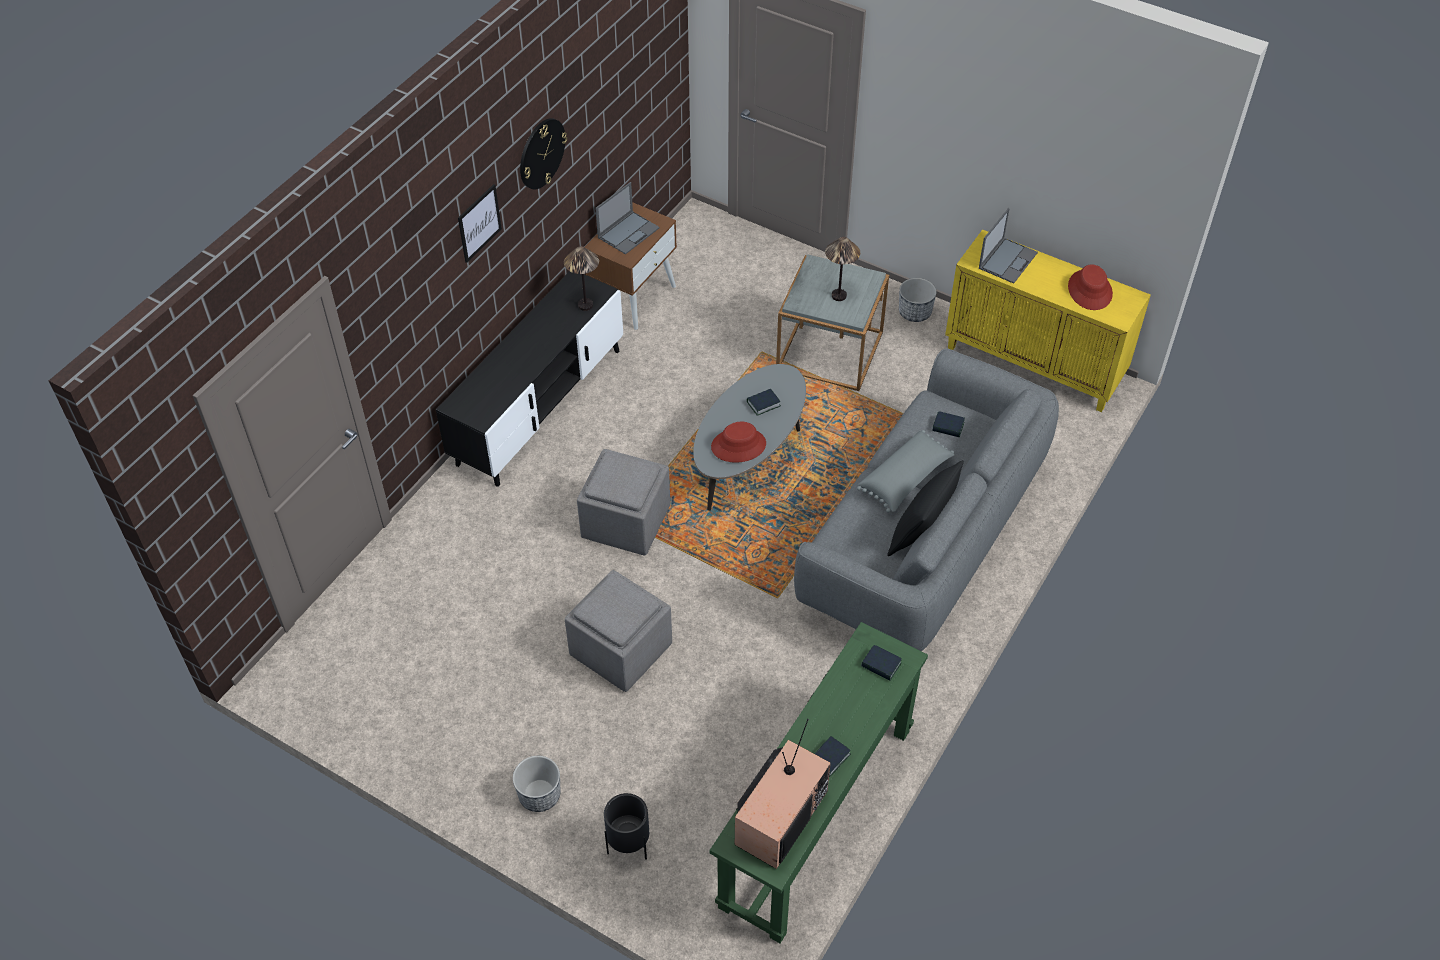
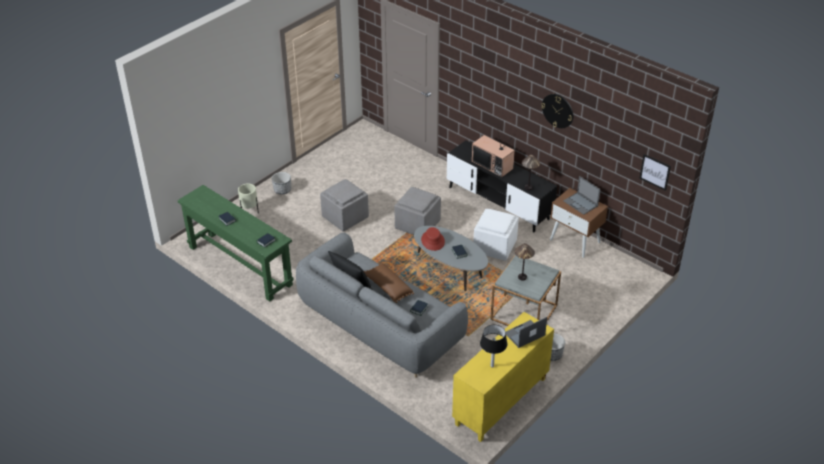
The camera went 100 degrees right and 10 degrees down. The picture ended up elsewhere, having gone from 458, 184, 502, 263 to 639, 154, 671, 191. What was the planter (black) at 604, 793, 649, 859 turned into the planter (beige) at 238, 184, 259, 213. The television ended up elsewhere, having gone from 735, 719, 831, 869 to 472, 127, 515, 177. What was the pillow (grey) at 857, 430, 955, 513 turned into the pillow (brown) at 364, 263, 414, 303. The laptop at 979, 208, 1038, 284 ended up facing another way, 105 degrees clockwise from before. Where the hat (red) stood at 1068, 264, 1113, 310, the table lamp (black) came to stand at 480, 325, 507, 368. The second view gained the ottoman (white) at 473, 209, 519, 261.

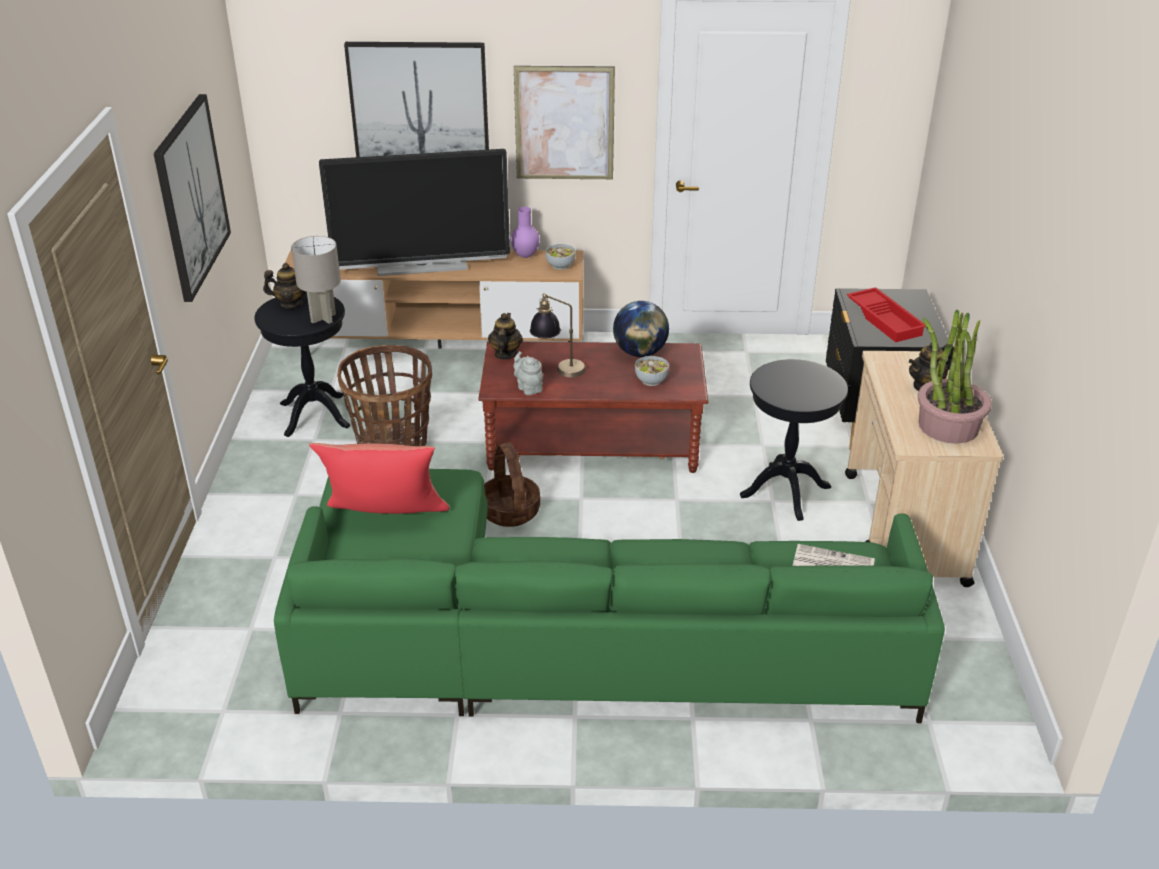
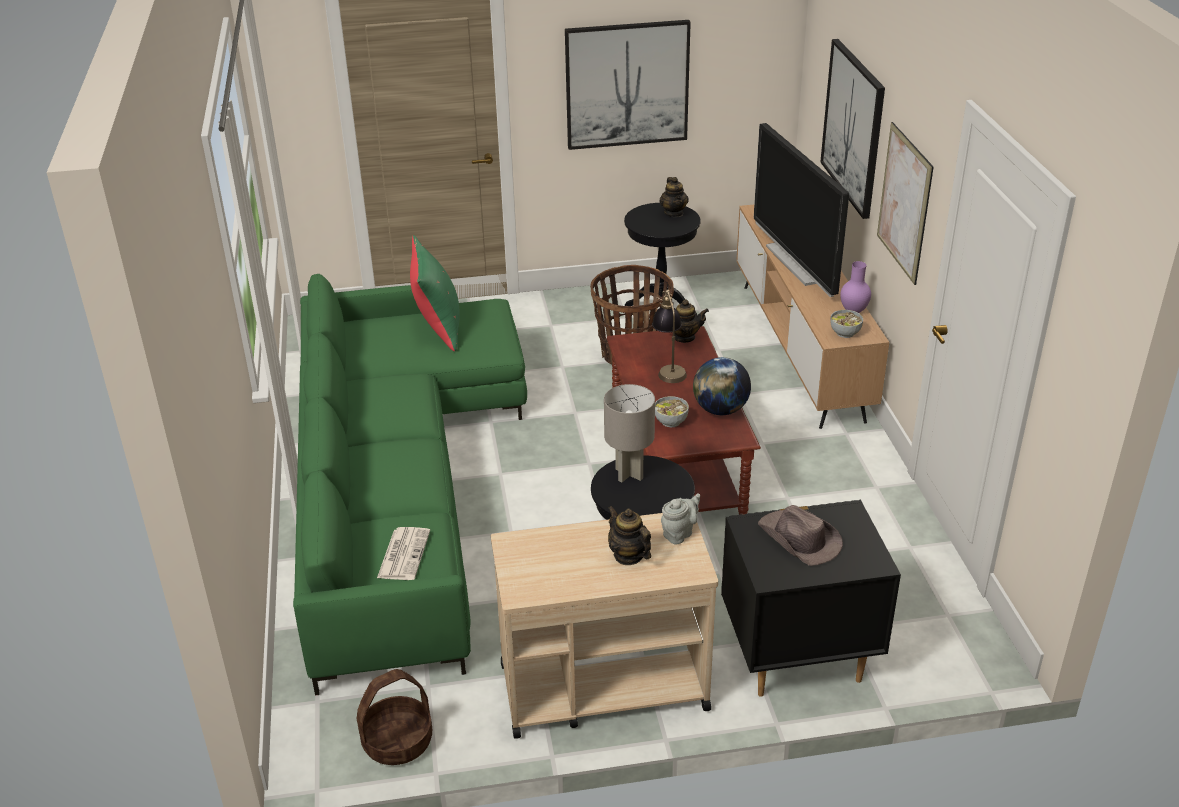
The camera went 80 degrees right and 0 degrees up. The table lamp (grey) ended up elsewhere, having gone from 291, 236, 341, 324 to 604, 384, 655, 482. What was the pillow (red) at 309, 443, 450, 514 turned into the pillow (green) at 410, 235, 460, 351. The basket ended up elsewhere, having gone from 484, 442, 540, 527 to 357, 669, 432, 765. The teapot (grey) ended up elsewhere, having gone from 514, 351, 543, 395 to 661, 493, 700, 544. Where the tray (red) stood at 847, 287, 926, 342, the hat (brown) came to stand at 758, 505, 843, 566. The second view lost the potted plant at 918, 309, 992, 444.

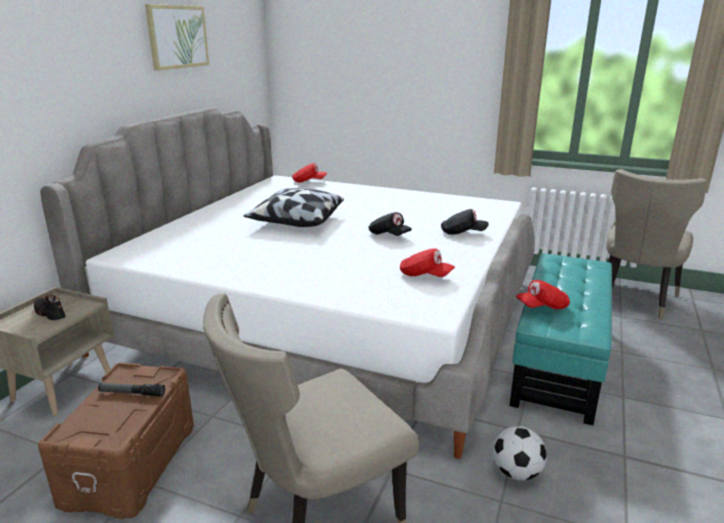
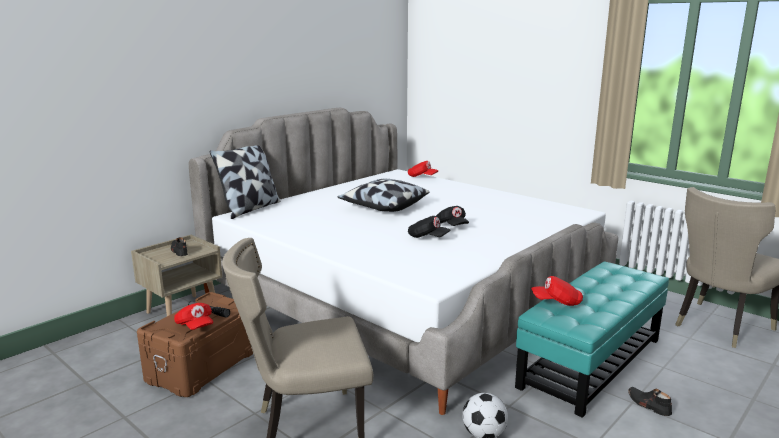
The camera went 20 degrees right and 5 degrees down. The second view lost the picture at 145, 4, 209, 71. The cap (red) ended up elsewhere, having gone from 400, 248, 455, 277 to 174, 303, 213, 330. The cap (black) ended up elsewhere, having gone from 441, 209, 488, 235 to 408, 216, 450, 238. The second view gained the pillow at 209, 145, 280, 219. The second view gained the shoe (black) at 628, 387, 672, 416.

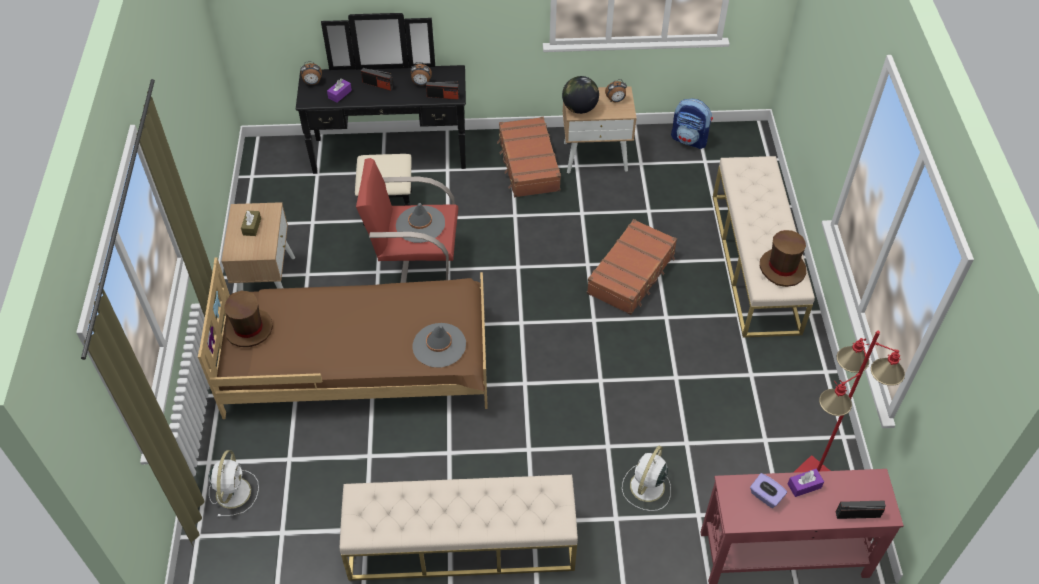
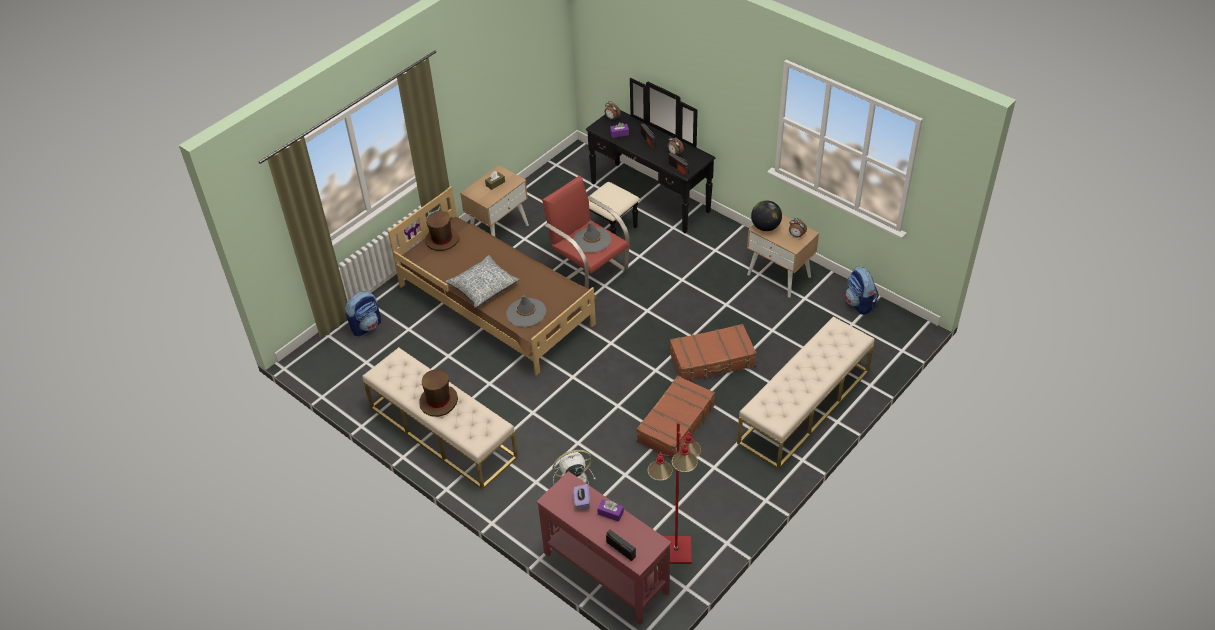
The camera went 45 degrees right and 5 degrees down. Where the fan (white) stood at 208, 450, 259, 517, the backpack came to stand at 345, 291, 381, 336. The suitcase (brown) ended up elsewhere, having gone from 497, 117, 561, 197 to 636, 376, 715, 459. The hat (brown) ended up elsewhere, having gone from 760, 230, 806, 287 to 419, 370, 458, 417. The second view gained the pillow at 445, 255, 520, 308.

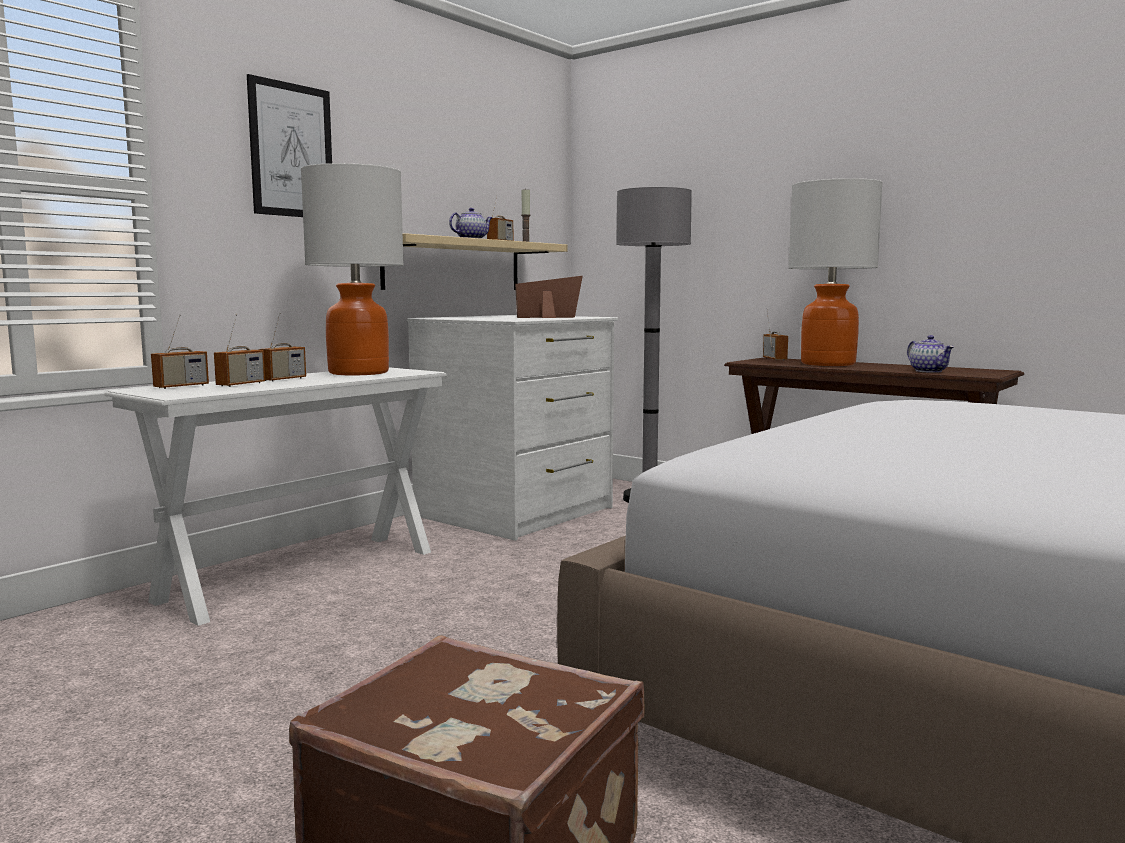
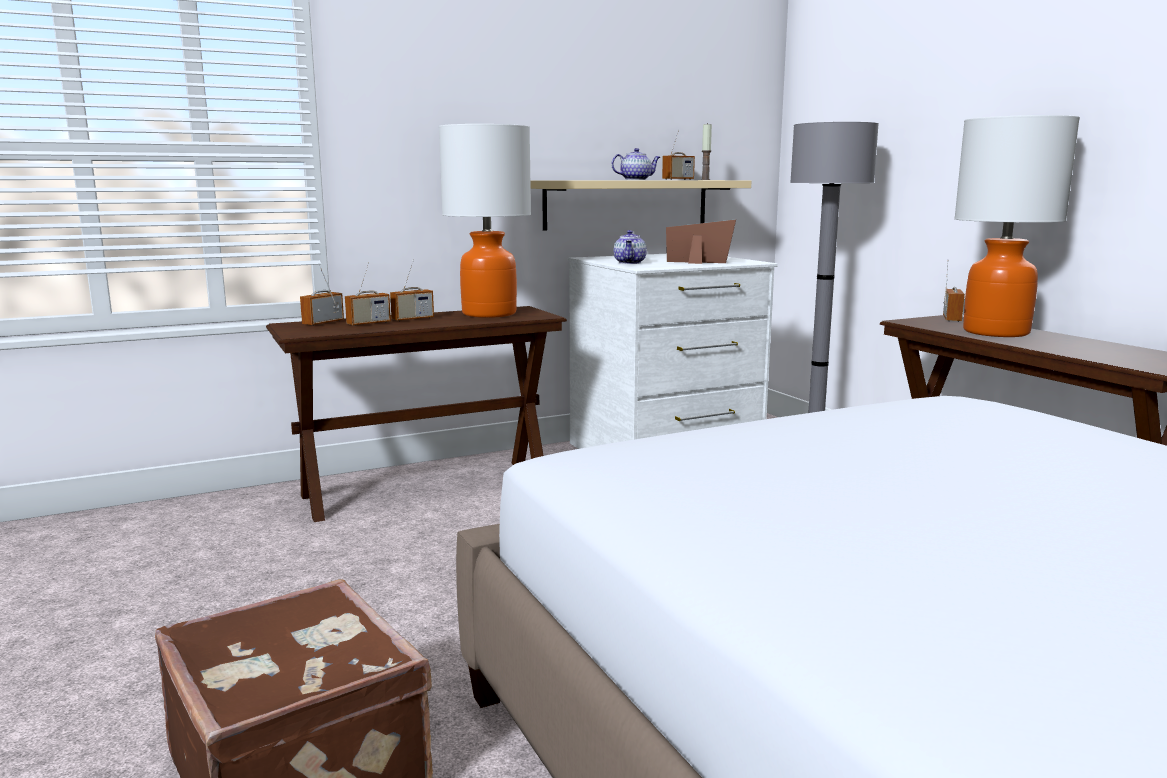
The camera went 25 degrees right and 5 degrees up. What was the console table (white) at 105, 367, 447, 626 turned into the console table (brown) at 266, 306, 567, 522. The radio at 151, 314, 209, 389 ended up facing another way, 150 degrees clockwise from before. The second view lost the picture at 247, 74, 332, 217. The teapot ended up elsewhere, having gone from 907, 335, 954, 373 to 614, 230, 647, 264.

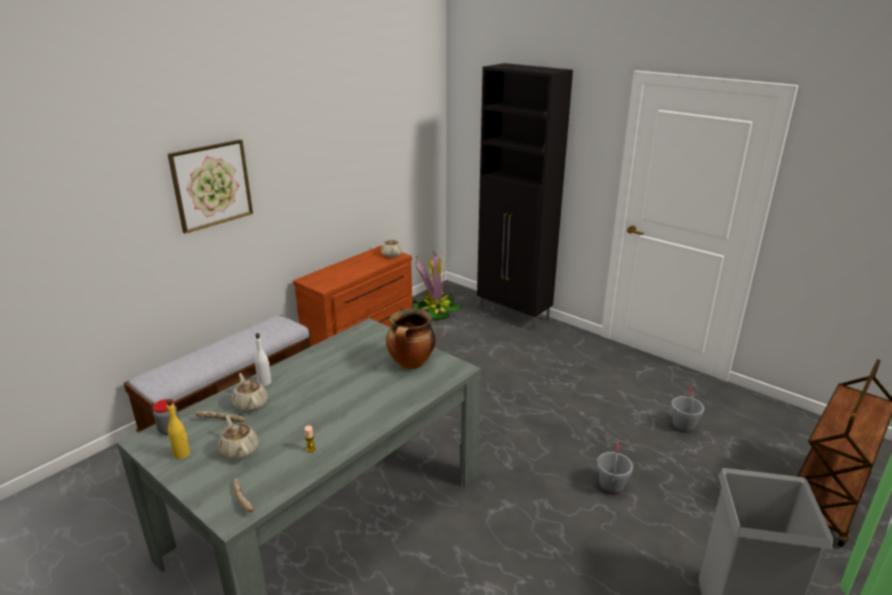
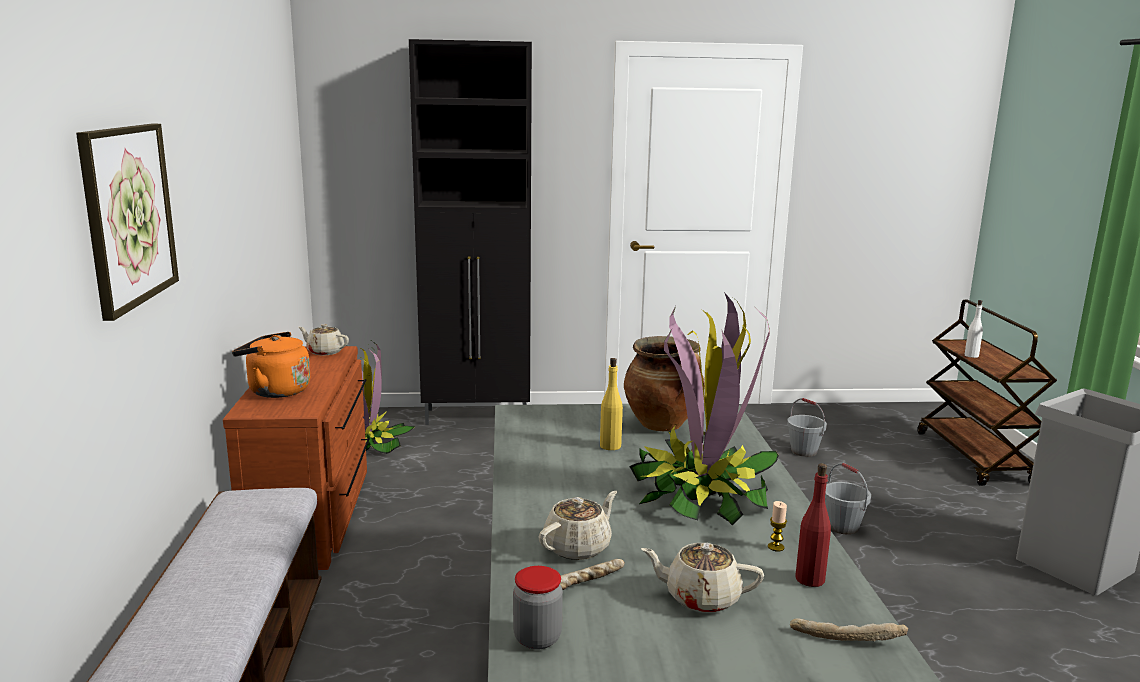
The camera went 45 degrees left and 10 degrees down. The bottle (yellow) ended up elsewhere, having gone from 167, 399, 190, 459 to 600, 358, 623, 450. The teapot (beige) at 232, 373, 268, 412 ended up facing another way, 120 degrees clockwise from before. The bottle (white) ended up elsewhere, having gone from 255, 333, 271, 386 to 964, 300, 983, 358. The second view gained the kettle (orange) at 232, 332, 310, 398. The second view gained the potted plant at 629, 292, 779, 526. The second view gained the bottle (red) at 795, 463, 831, 587.

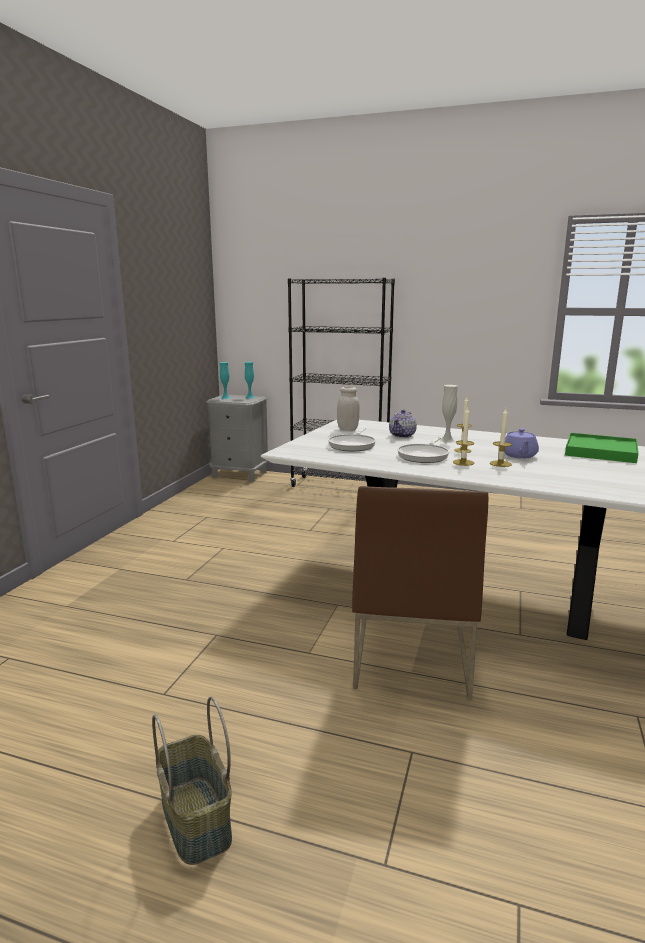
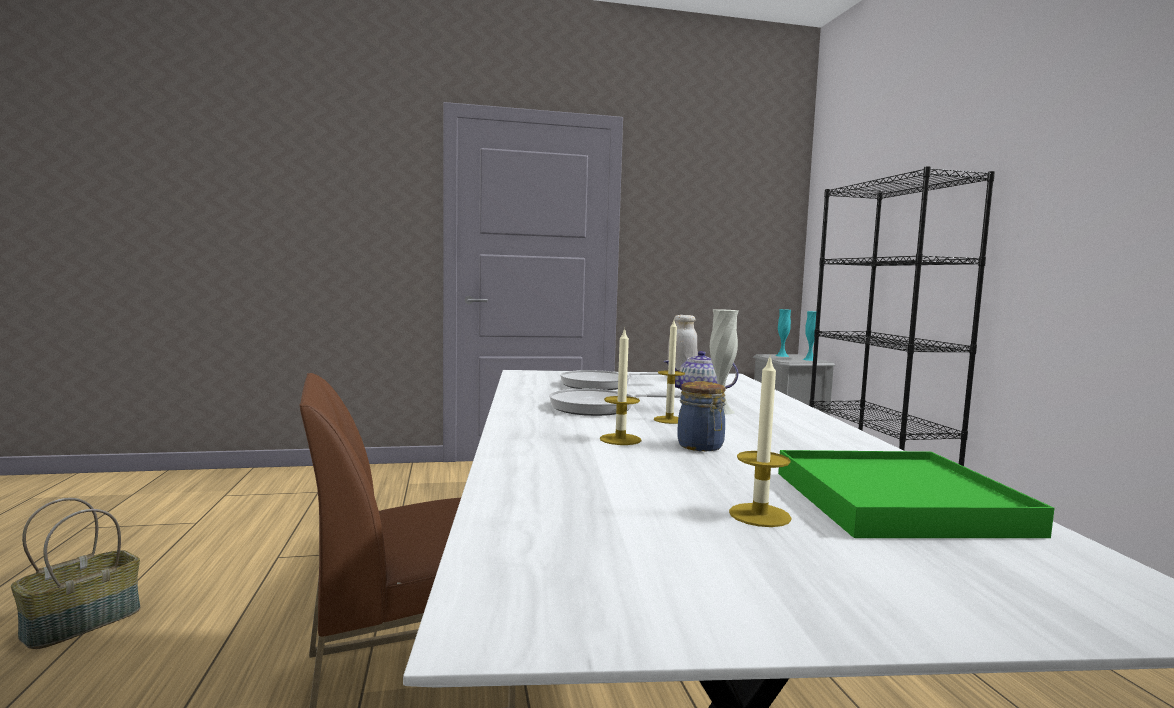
The camera went 60 degrees right and 10 degrees down. The candle ended up elsewhere, having gone from 453, 407, 474, 466 to 729, 354, 791, 527. Where the teapot (purple) stood at 504, 428, 539, 459, the jar came to stand at 677, 381, 726, 451.

